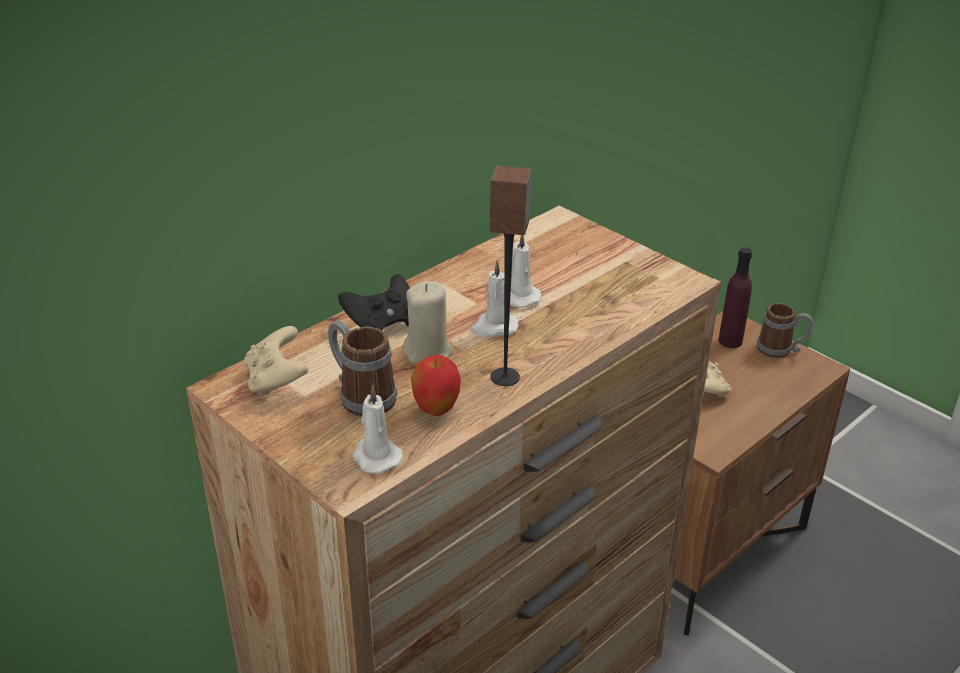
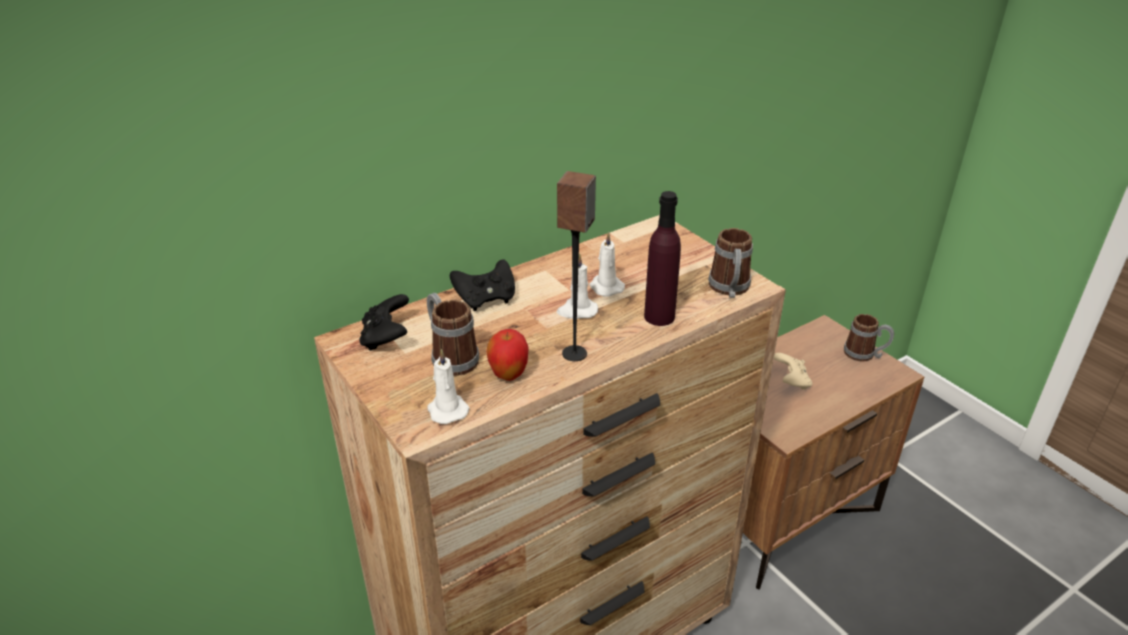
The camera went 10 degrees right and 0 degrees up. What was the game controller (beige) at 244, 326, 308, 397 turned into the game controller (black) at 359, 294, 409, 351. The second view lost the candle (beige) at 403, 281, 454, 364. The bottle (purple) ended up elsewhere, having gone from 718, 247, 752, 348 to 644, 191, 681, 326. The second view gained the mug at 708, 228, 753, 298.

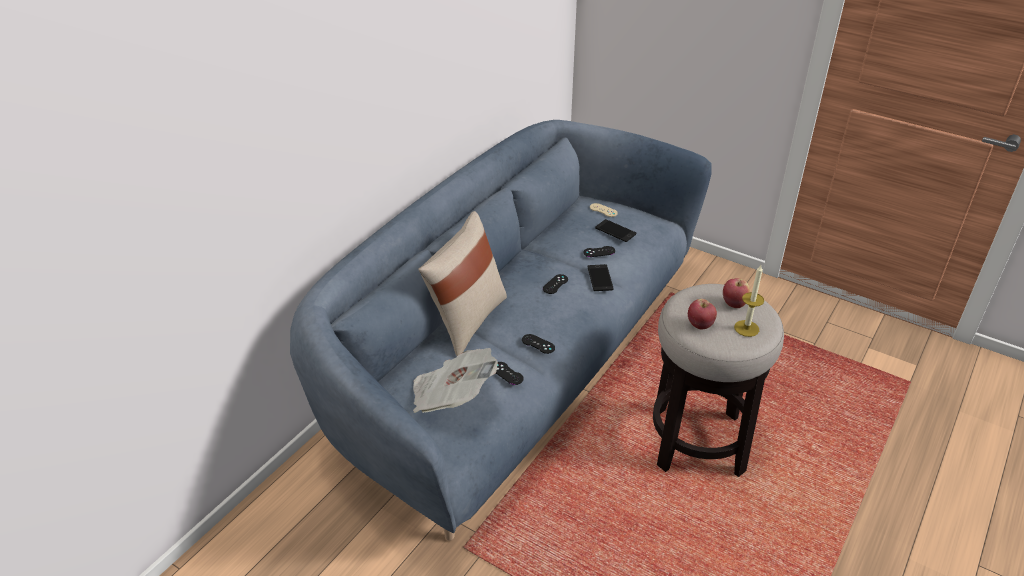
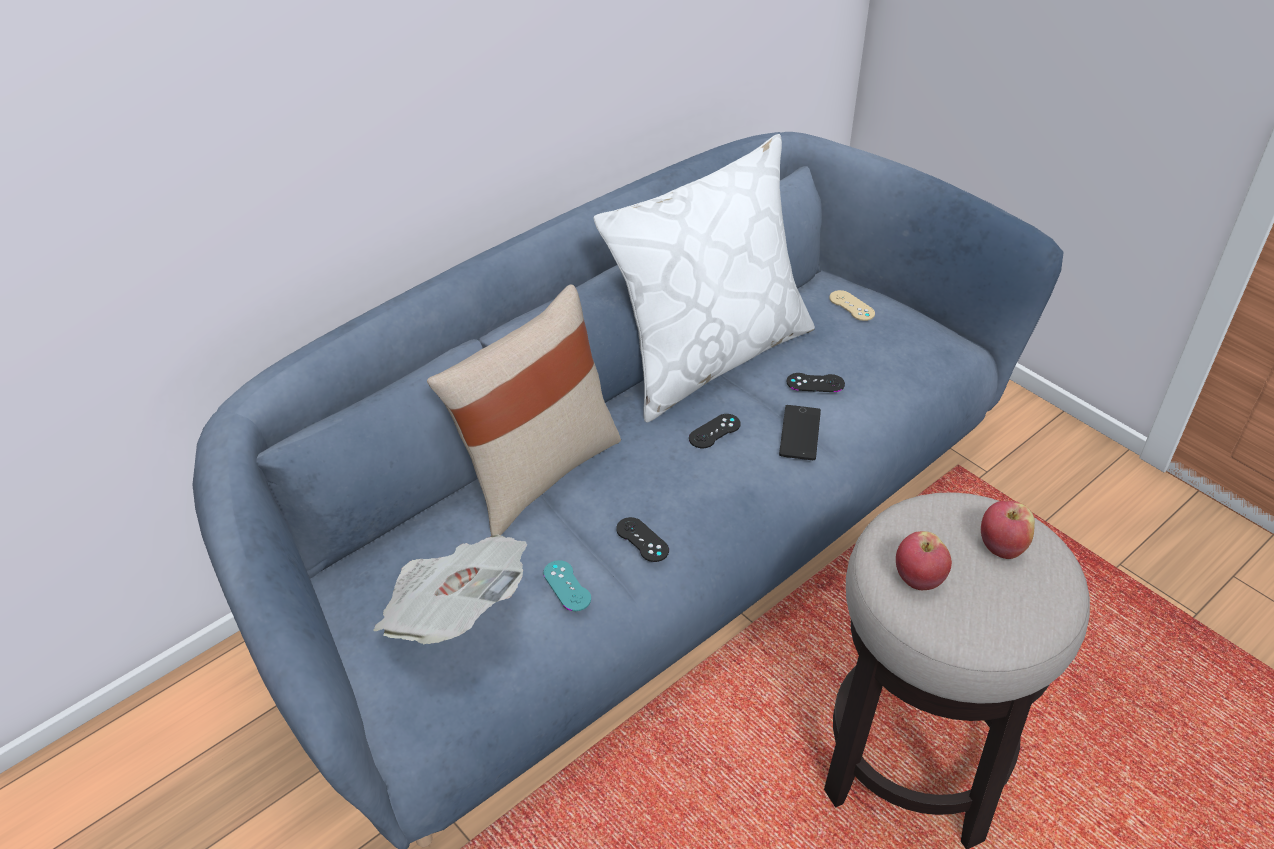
The camera went 15 degrees right and 5 degrees up. What was the game controller (black) at 496, 362, 524, 385 turned into the game controller (turquoise) at 543, 560, 591, 611. The second view lost the phone at 595, 219, 636, 242. The second view lost the candle at 734, 265, 764, 337. The second view gained the pillow (white) at 593, 134, 815, 423.

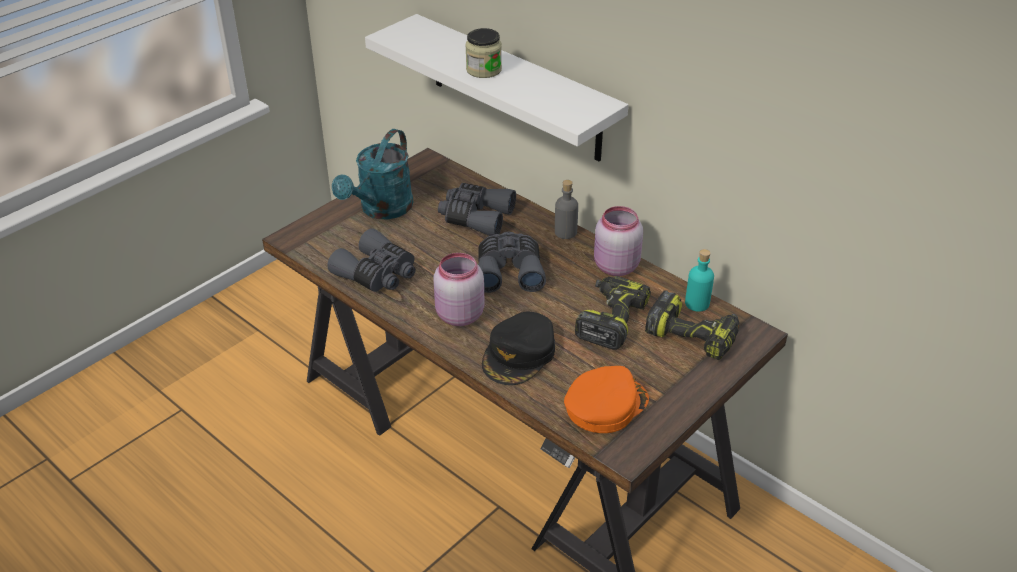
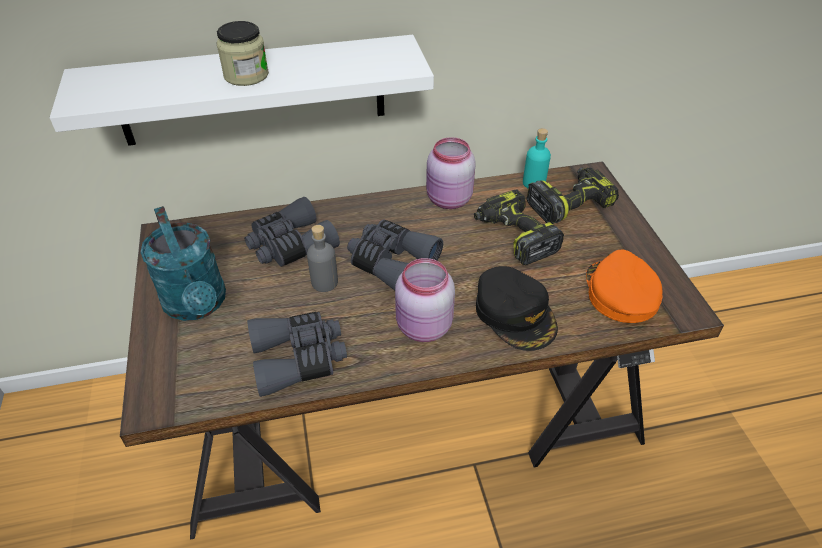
The camera went 55 degrees left and 5 degrees up. The bottle (grey) ended up elsewhere, having gone from 555, 180, 578, 239 to 307, 225, 338, 292.

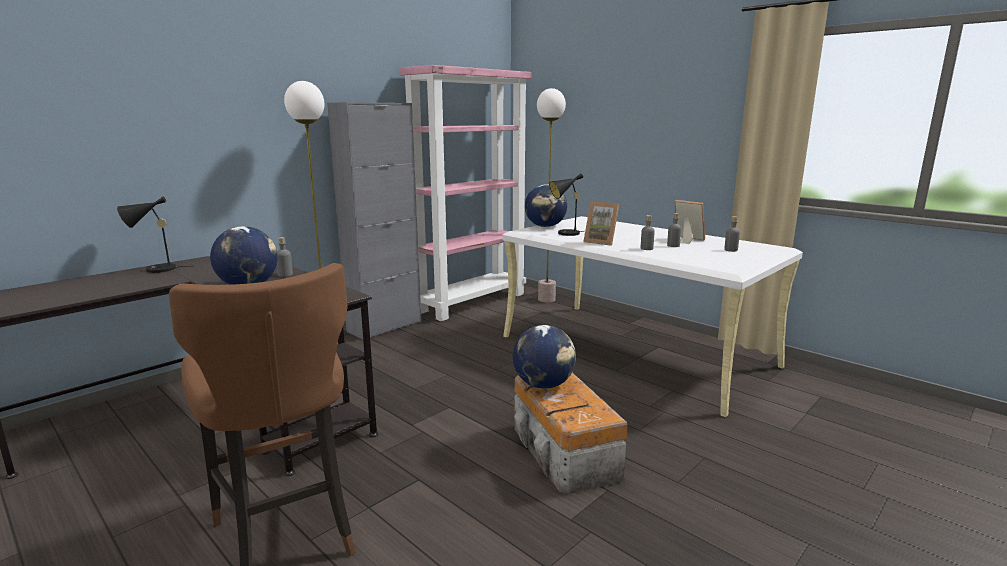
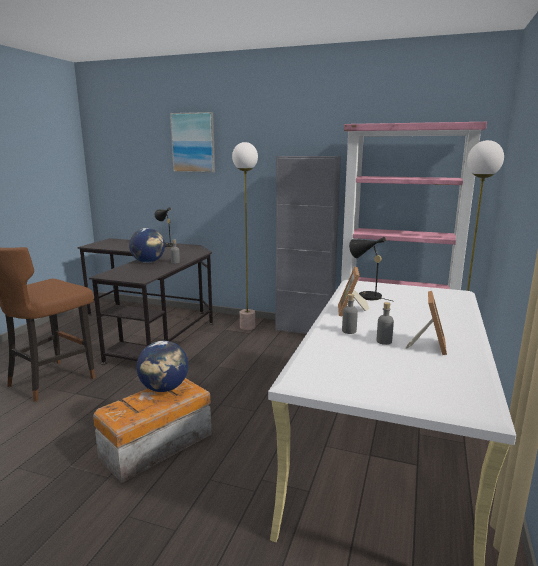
The camera went 65 degrees right and 0 degrees up. The second view lost the globe at 525, 184, 567, 227. The second view lost the bottle (grey) at 724, 216, 740, 252. The second view gained the picture at 170, 112, 215, 173.

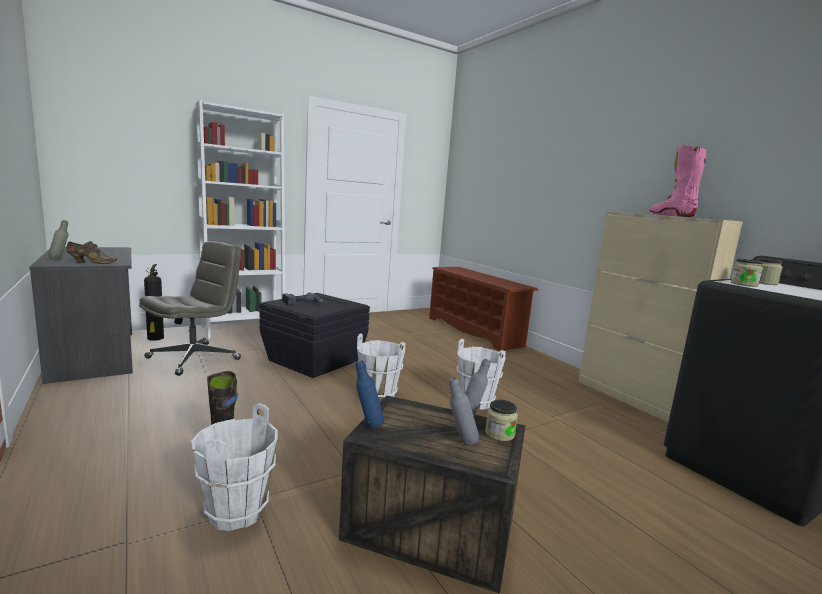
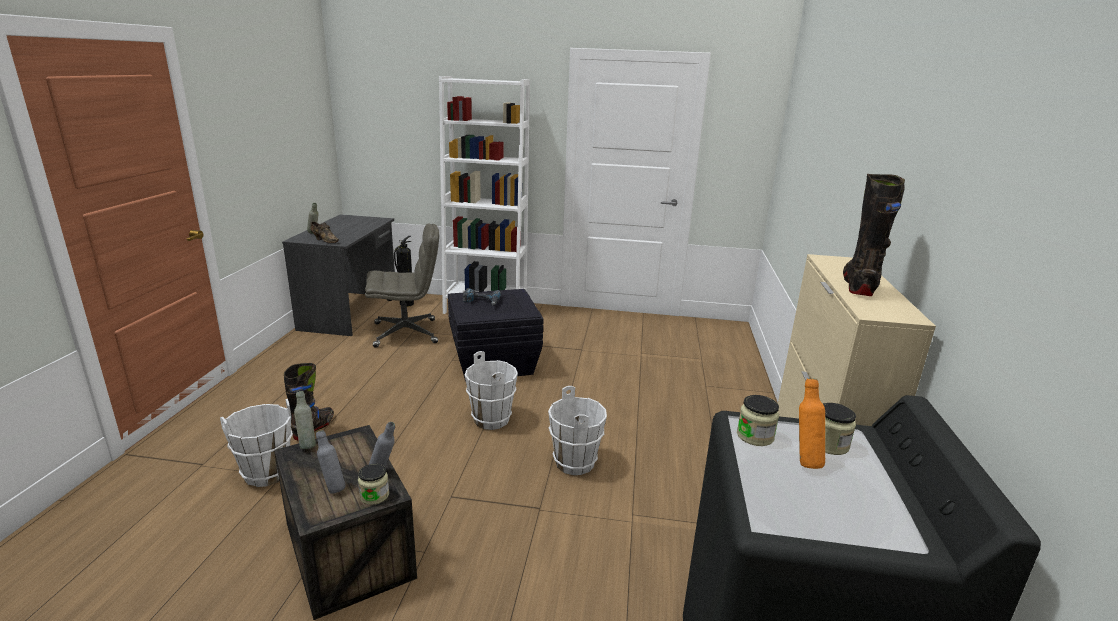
The camera went 40 degrees right and 10 degrees up. What was the bottle (blue) at 356, 360, 384, 428 turned into the bottle (grey) at 294, 391, 316, 449. The second view lost the shoe rack (brown) at 429, 267, 538, 351. What was the boot (pink) at 649, 145, 707, 217 turned into the boot (black) at 843, 174, 905, 296. The second view gained the bottle (orange) at 799, 378, 825, 469.

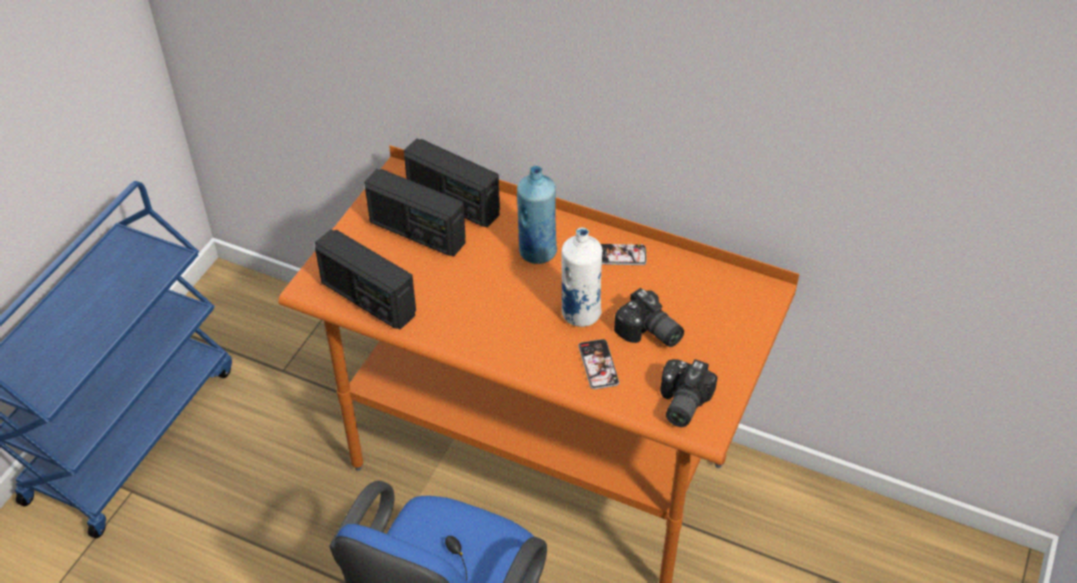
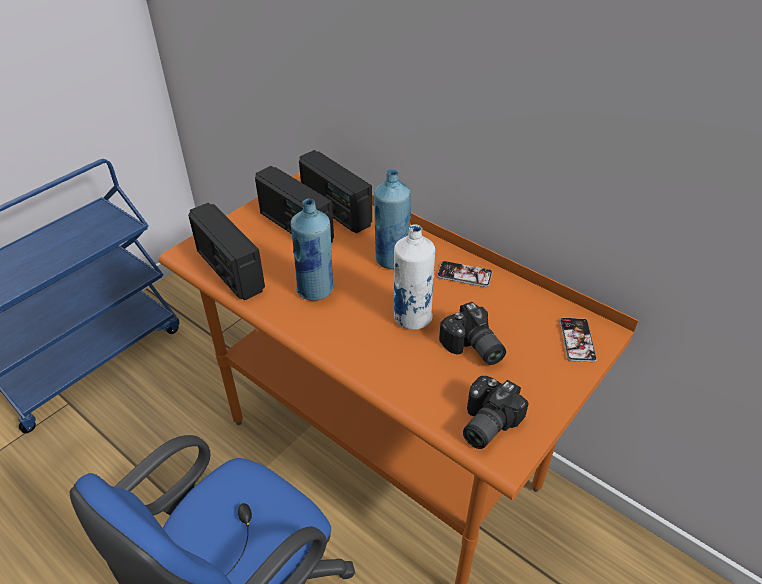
The camera went 15 degrees right and 5 degrees down. The phone ended up elsewhere, having gone from 578, 339, 619, 389 to 560, 318, 597, 362. The second view gained the bottle (blue) at 291, 199, 333, 301.

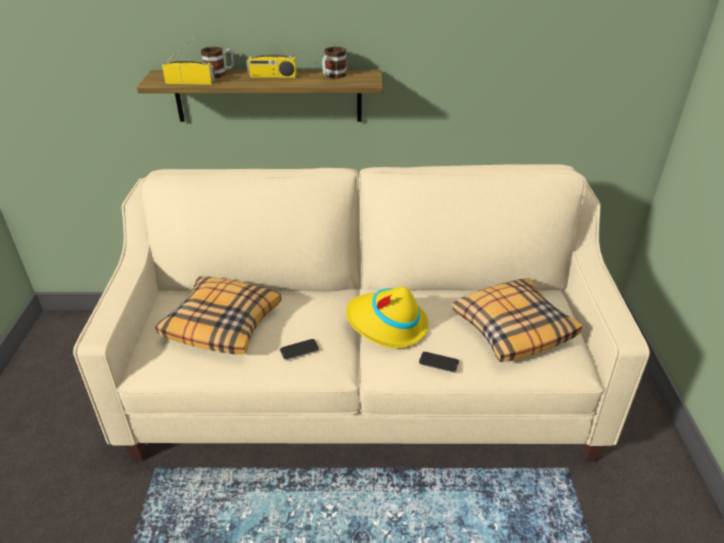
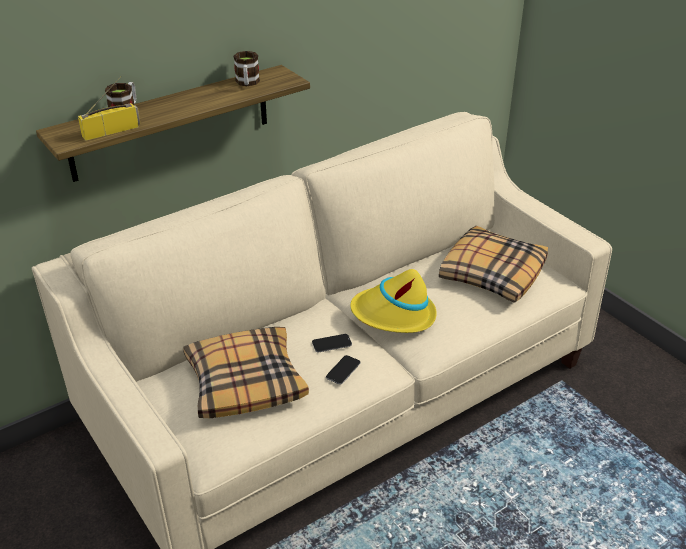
The camera went 35 degrees left and 0 degrees up. The second view lost the radio at 246, 28, 297, 78. The phone ended up elsewhere, having gone from 419, 352, 459, 373 to 312, 334, 352, 352.

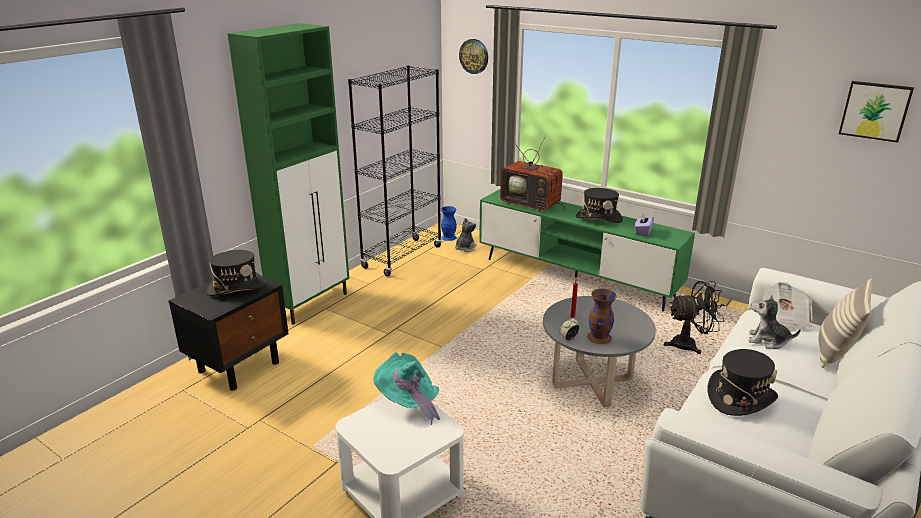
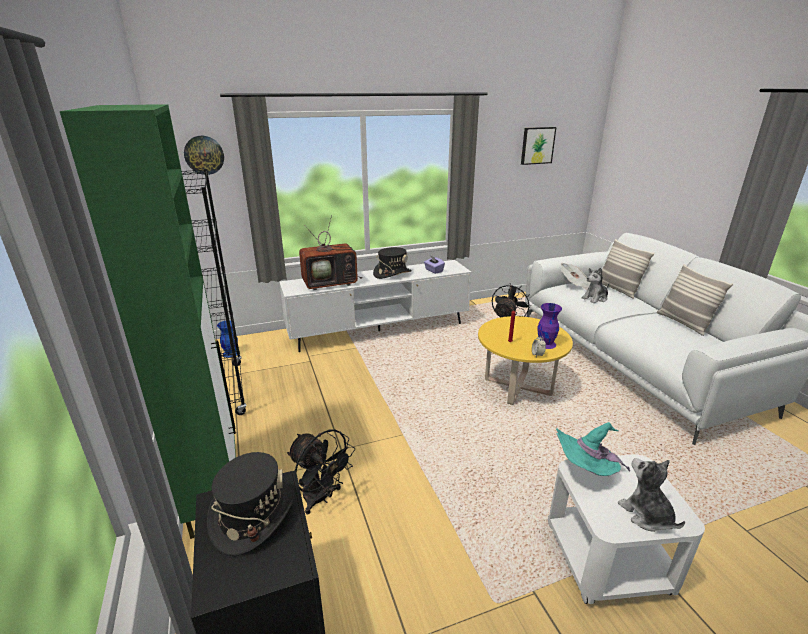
The camera went 55 degrees left and 0 degrees up. The plush toy ended up elsewhere, having gone from 455, 218, 477, 252 to 618, 458, 685, 532. What was the tv stand (green) at 479, 189, 695, 312 turned into the tv stand (white) at 279, 260, 471, 352. What was the coffee table (grey) at 543, 296, 656, 407 turned into the coffee table (yellow) at 478, 316, 573, 405. What was the vase (brown) at 587, 289, 617, 344 turned into the vase (purple) at 538, 303, 562, 349. The second view lost the hat (black) at 708, 349, 778, 416. The second view gained the fan (black) at 287, 430, 355, 515. The second view gained the pillow at 657, 264, 733, 336.

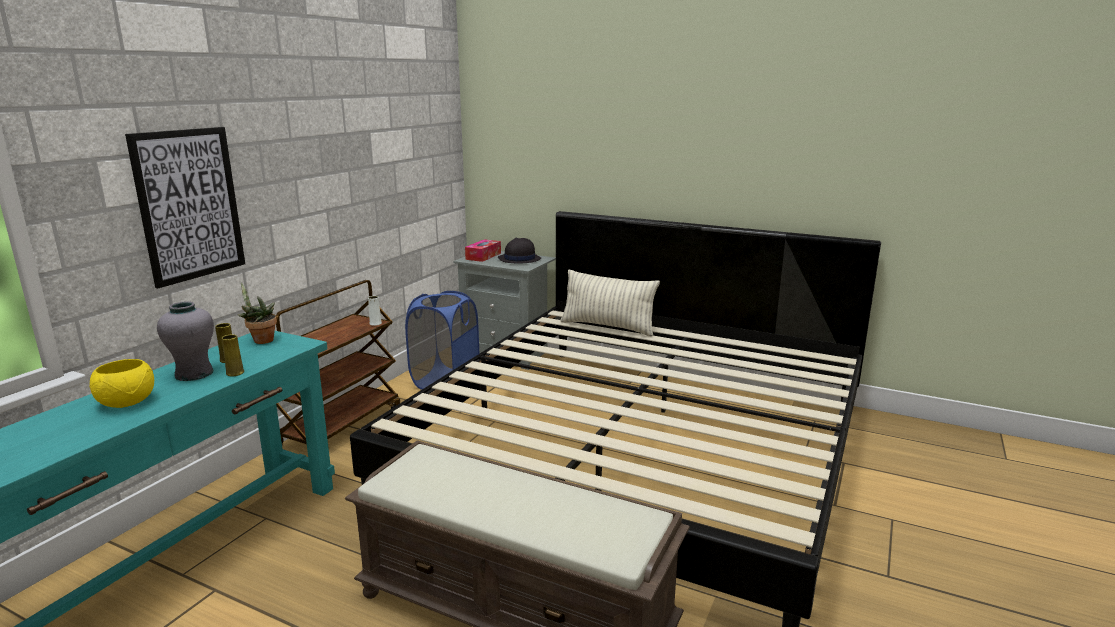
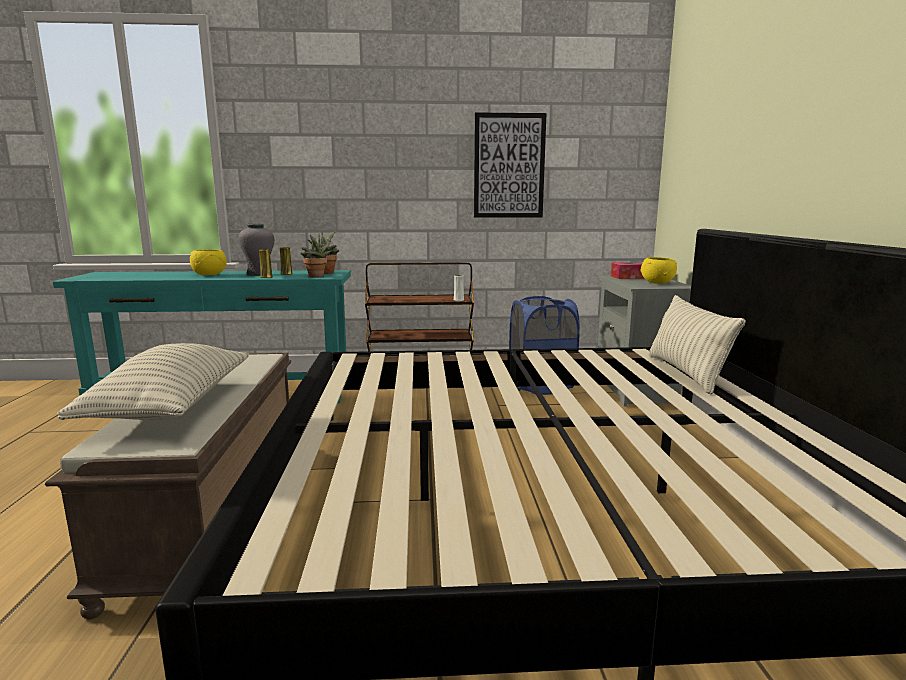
The camera went 60 degrees right and 5 degrees down. The picture ended up elsewhere, having gone from 125, 127, 245, 288 to 474, 112, 547, 218. Where the hat (black) stood at 498, 238, 541, 263, the bowl (yellow) came to stand at 640, 257, 677, 284. The second view gained the pillow at 57, 343, 249, 420. The second view gained the potted plant at 301, 235, 332, 277.

